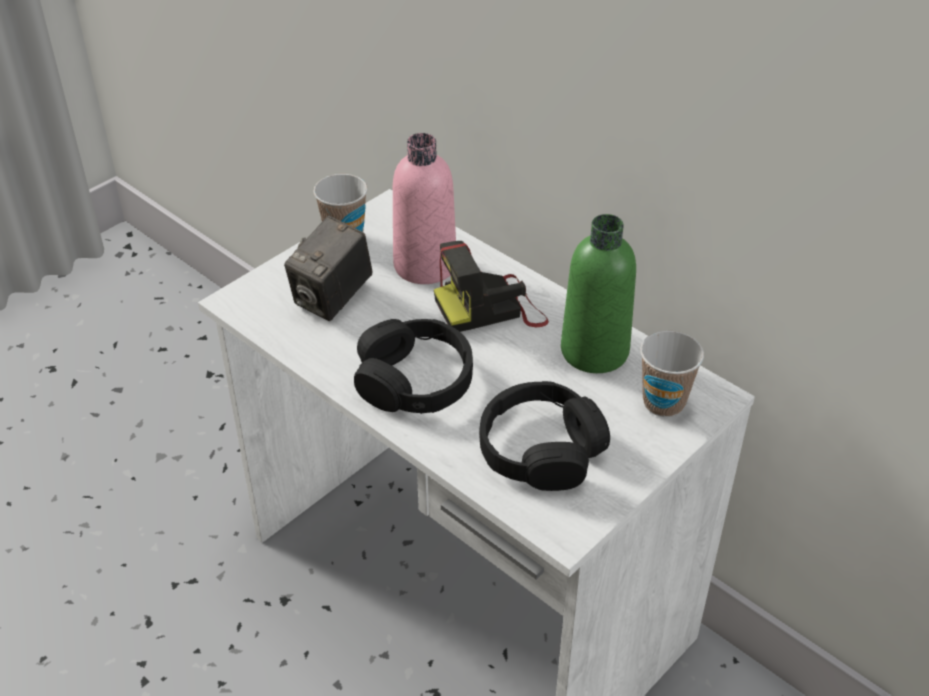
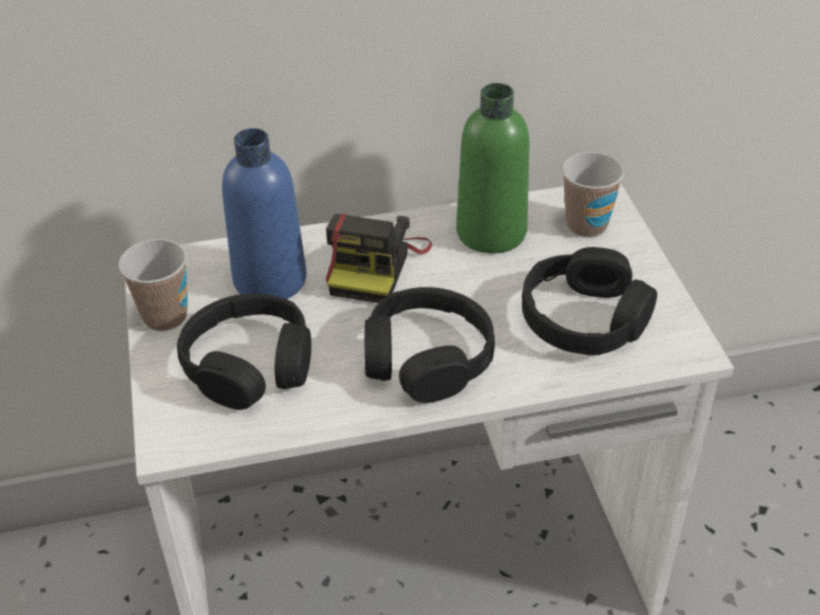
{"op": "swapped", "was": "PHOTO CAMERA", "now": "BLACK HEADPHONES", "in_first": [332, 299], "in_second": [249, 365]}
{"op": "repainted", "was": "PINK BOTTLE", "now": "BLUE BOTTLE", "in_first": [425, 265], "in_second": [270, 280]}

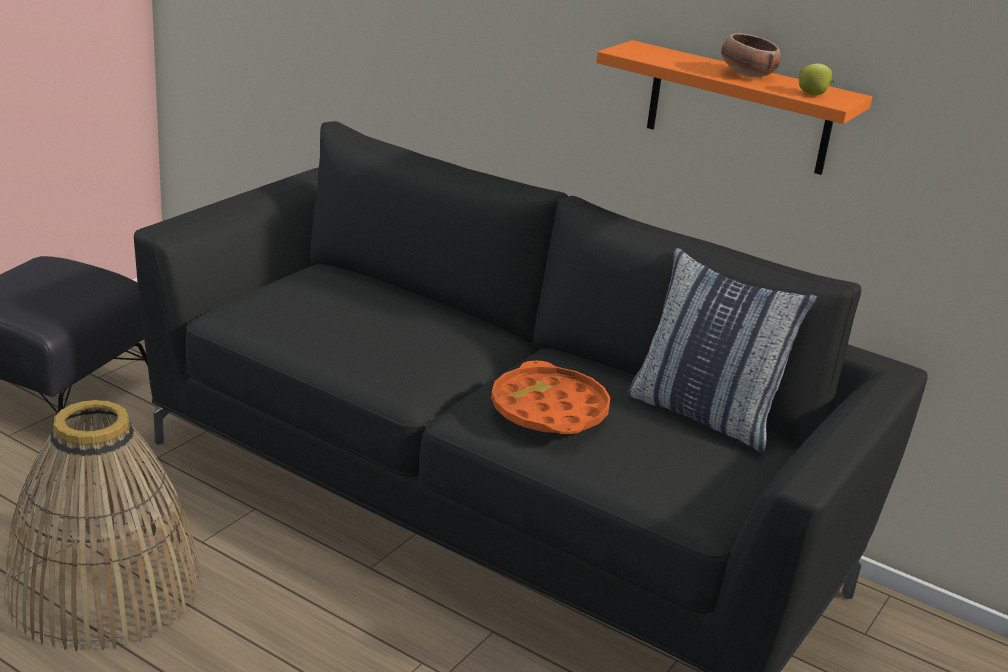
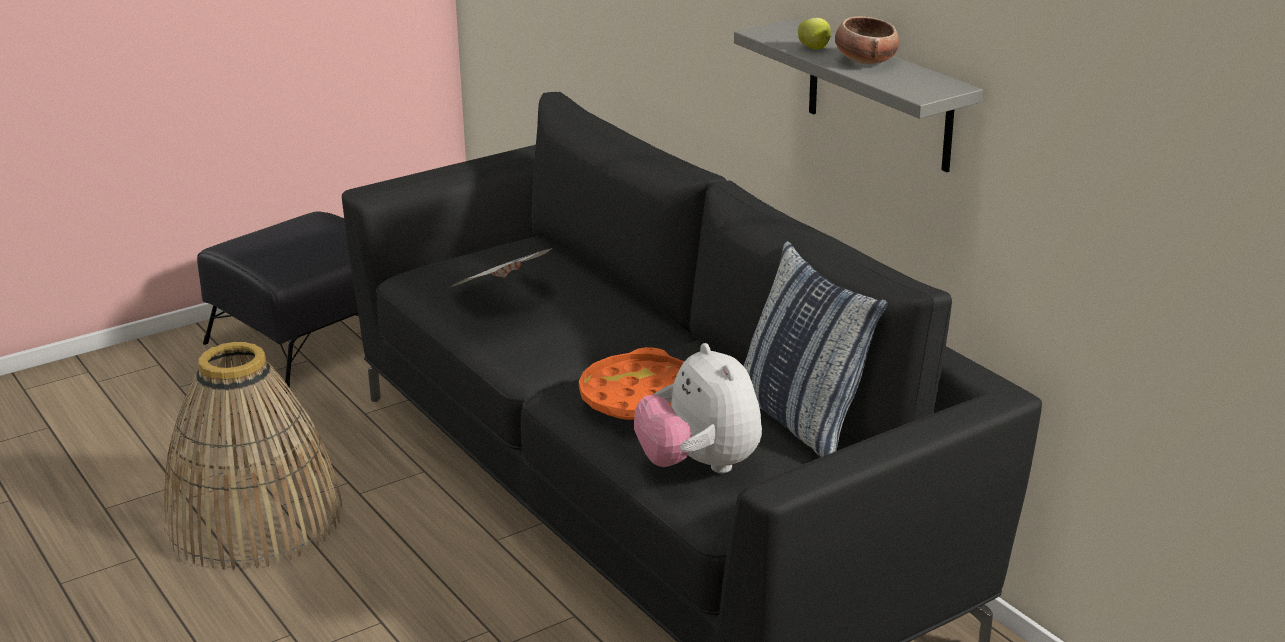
{"op": "new", "now": "NEWSPAPER", "in_second": [501, 294]}
{"op": "new", "now": "PLUSH TOY", "in_second": [699, 465]}
{"op": "shifted", "was": "APPLE", "in_first": [813, 94], "in_second": [815, 48]}
{"op": "repainted", "was": "ORANGE SHELF", "now": "GREY SHELF", "in_first": [739, 108], "in_second": [879, 96]}

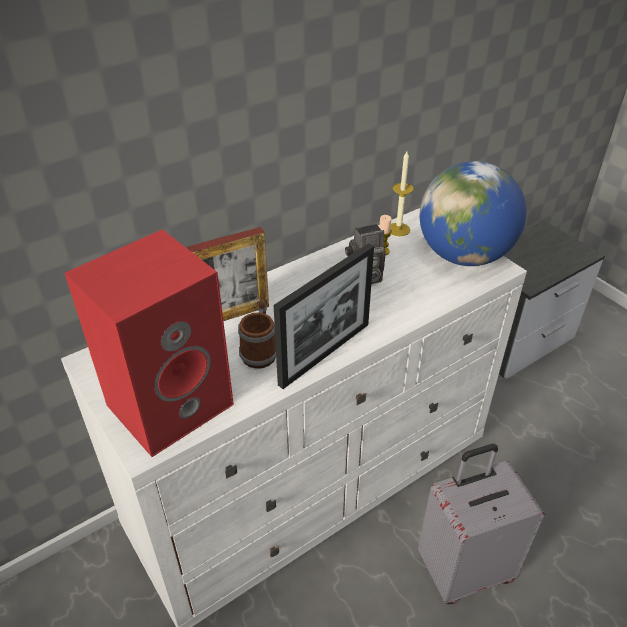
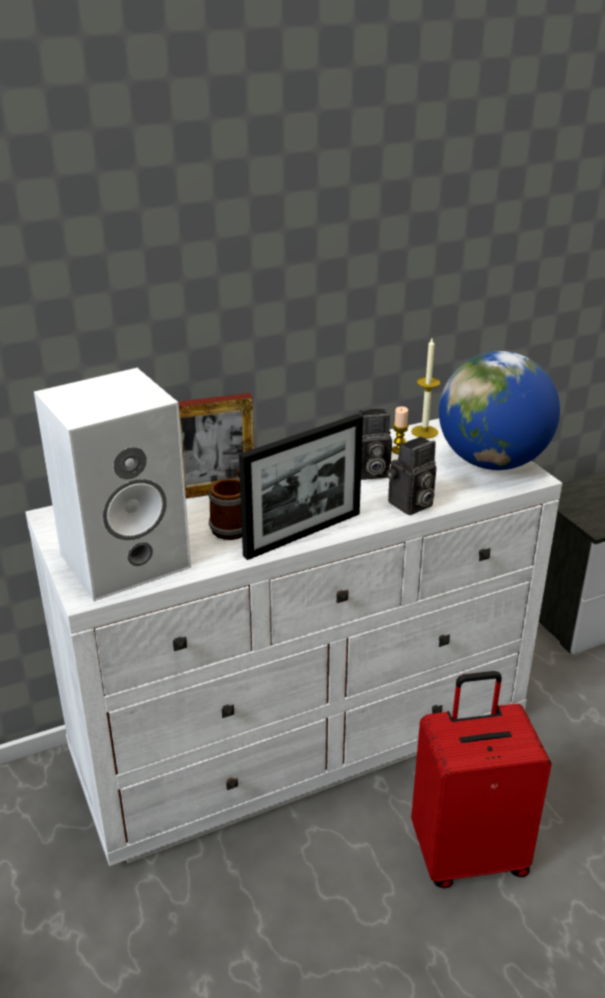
{"op": "new", "now": "PHOTO CAMERA", "in_second": [410, 505]}
{"op": "repainted", "was": "RED SPEAKER", "now": "WHITE SPEAKER", "in_first": [171, 402], "in_second": [127, 558]}
{"op": "repainted", "was": "GREY SUITCASE", "now": "RED SUITCASE", "in_first": [464, 568], "in_second": [468, 853]}

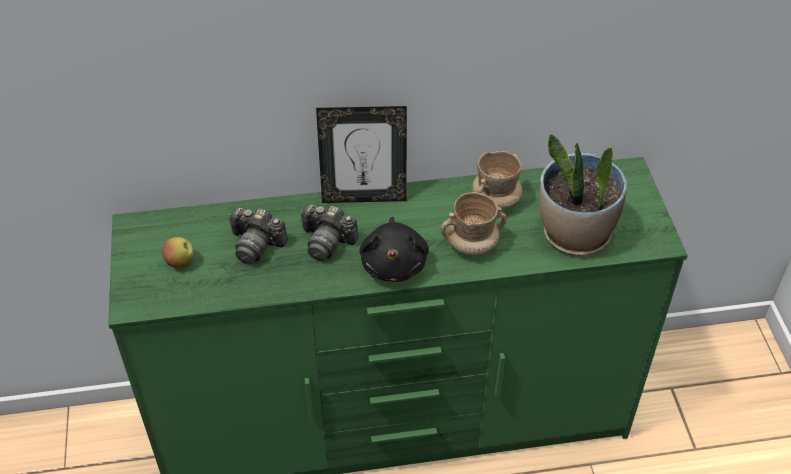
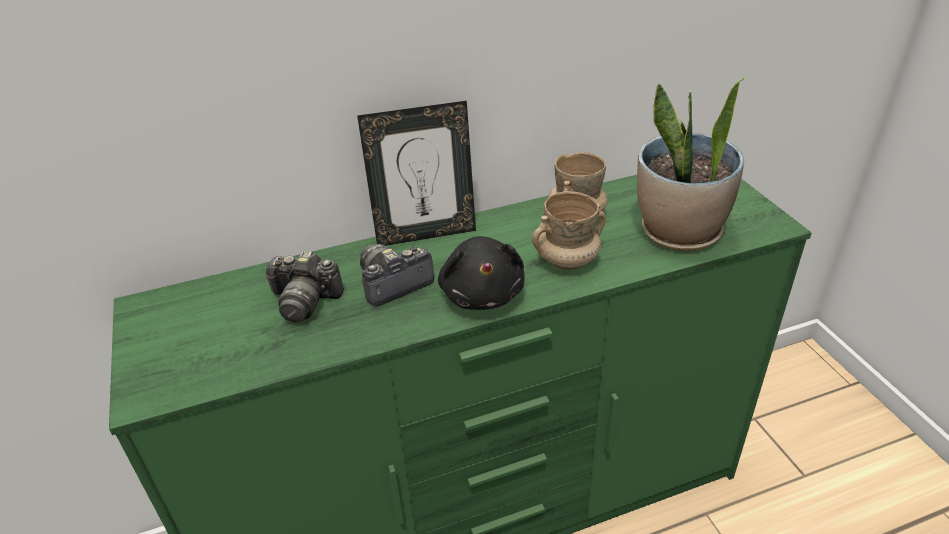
{"op": "gone", "was": "APPLE", "in_first": [180, 263]}
{"op": "rotated", "was": "PHOTO CAMERA", "in_first": [327, 241], "in_second": [393, 284], "clockwise": 135}

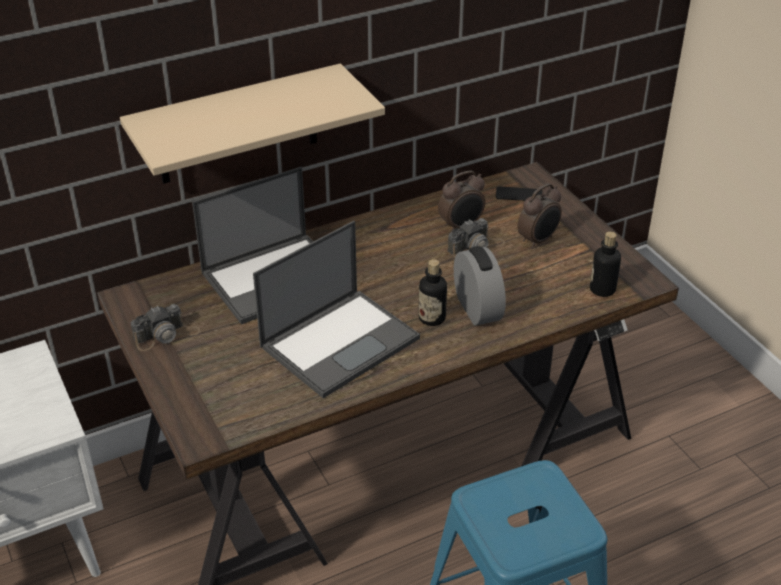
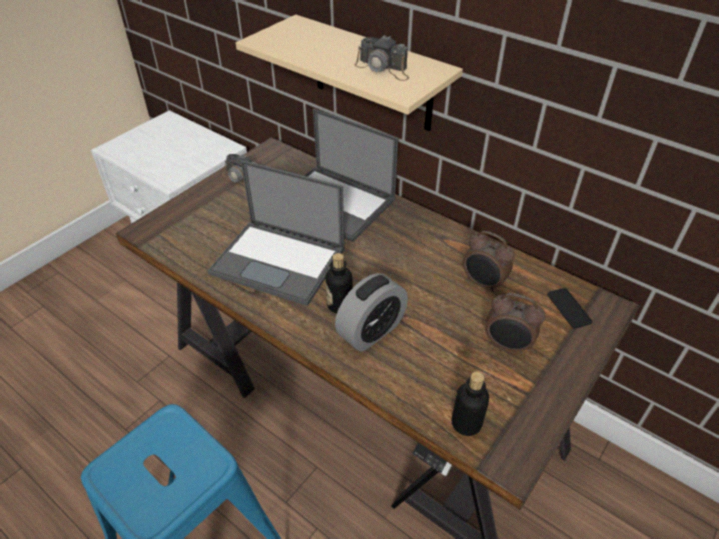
{"op": "shifted", "was": "PHOTO CAMERA", "in_first": [476, 247], "in_second": [383, 69]}

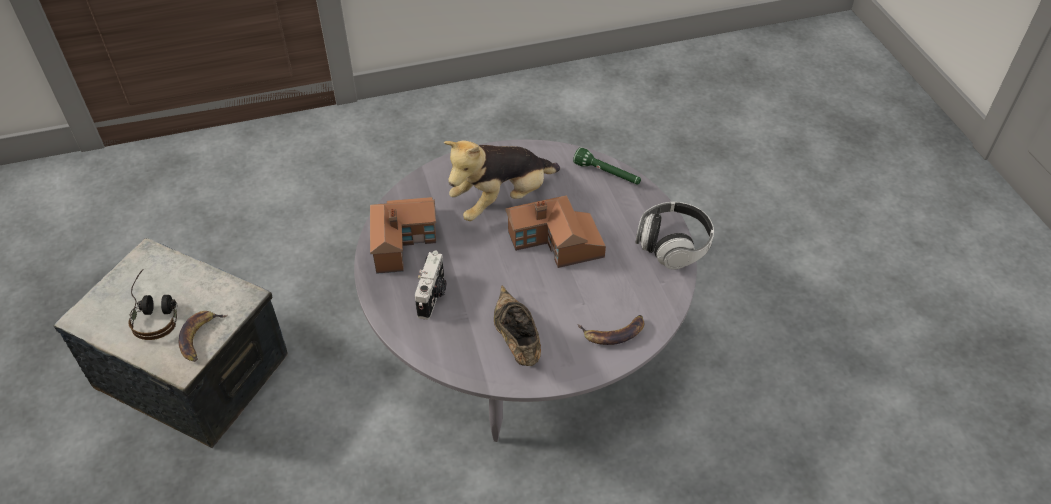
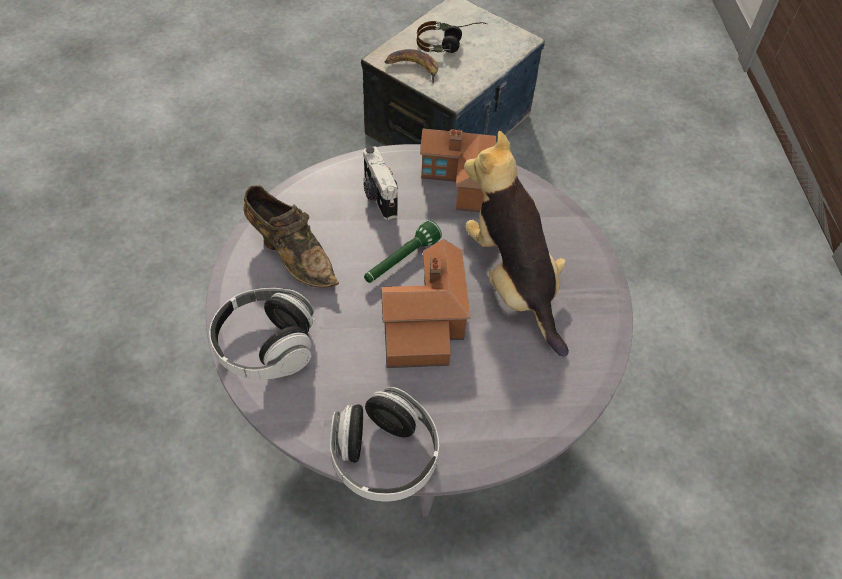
{"op": "shifted", "was": "GREEN FLASHLIGHT", "in_first": [607, 174], "in_second": [401, 261]}
{"op": "swapped", "was": "BANANA", "now": "HEADPHONES", "in_first": [613, 333], "in_second": [266, 346]}
{"op": "rotated", "was": "PHOTO CAMERA", "in_first": [433, 296], "in_second": [378, 196], "clockwise": 45}
{"op": "rotated", "was": "BROWN SHOE", "in_first": [516, 341], "in_second": [291, 254], "clockwise": 45}

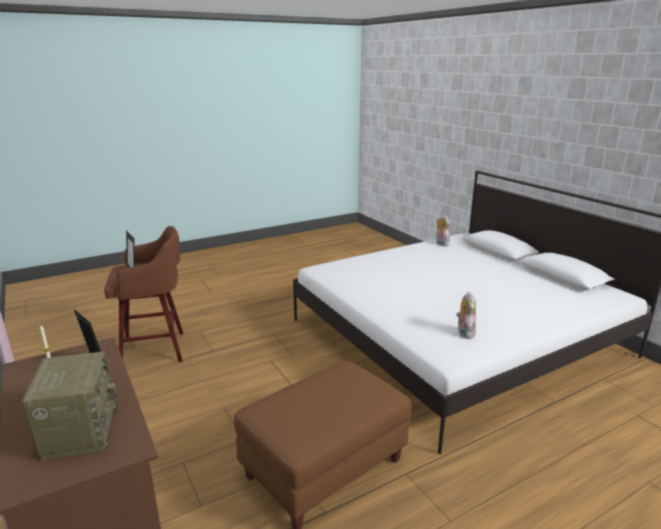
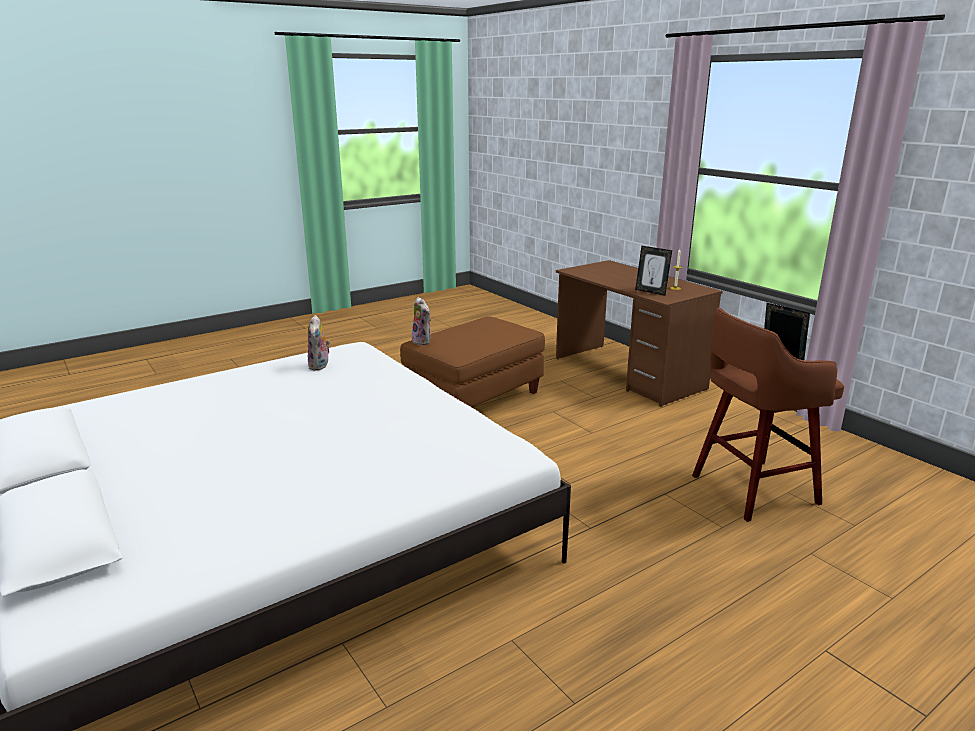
{"op": "gone", "was": "RADIO", "in_first": [79, 430]}
{"op": "shifted", "was": "PLUSH TOY", "in_first": [441, 244], "in_second": [423, 341]}

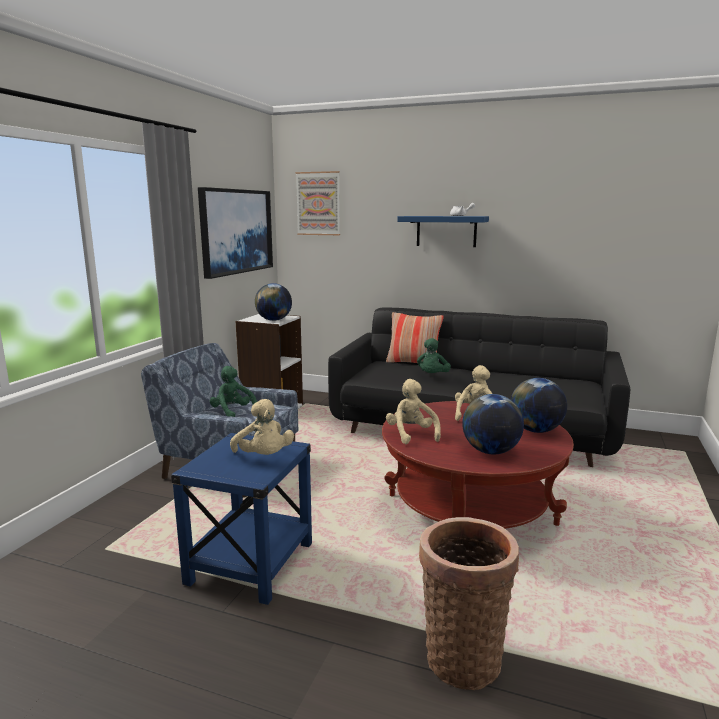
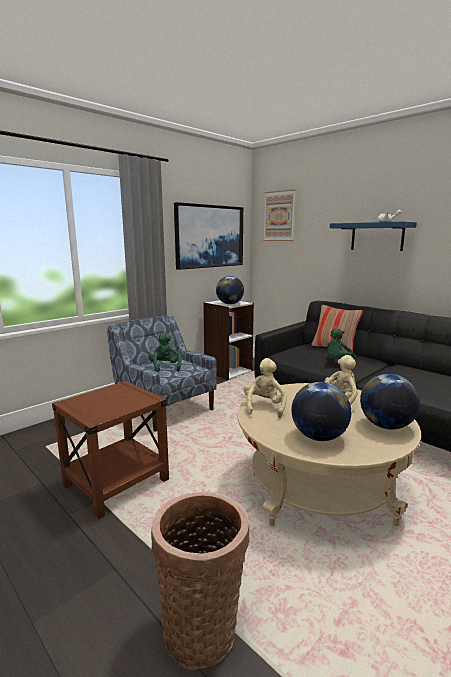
{"op": "gone", "was": "BEIGE PLUSH TOY", "in_first": [263, 457]}
{"op": "repainted", "was": "BLUE SIDE TABLE", "now": "BROWN SIDE TABLE", "in_first": [251, 563], "in_second": [117, 482]}
{"op": "repainted", "was": "RED COFFEE TABLE", "now": "BEIGE COFFEE TABLE", "in_first": [470, 510], "in_second": [319, 486]}

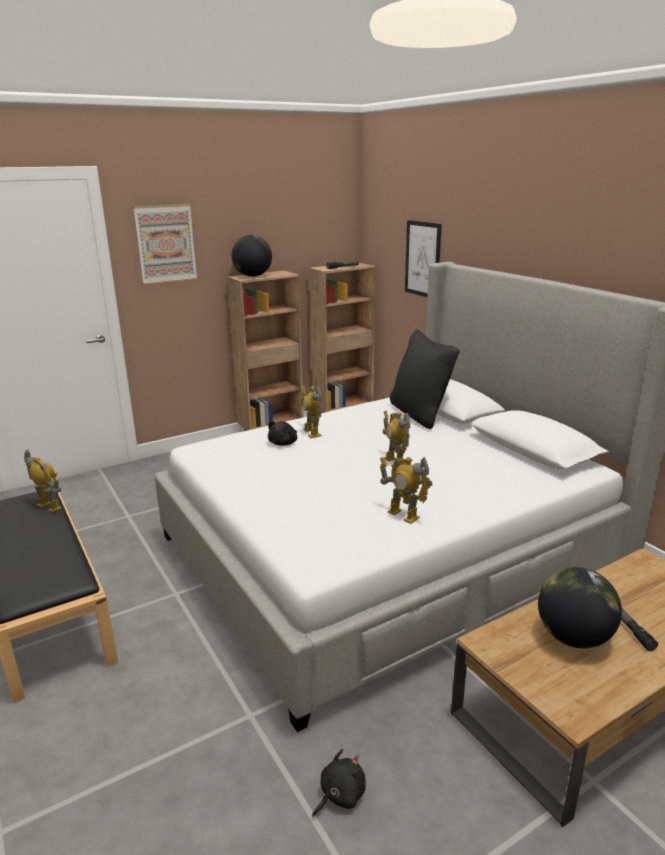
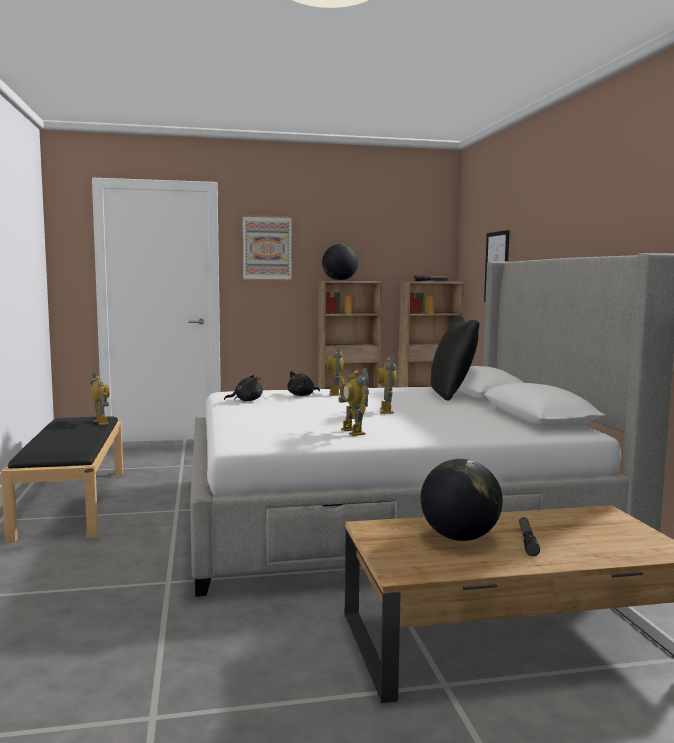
{"op": "shifted", "was": "BLACK PLUSH TOY", "in_first": [340, 795], "in_second": [246, 400]}

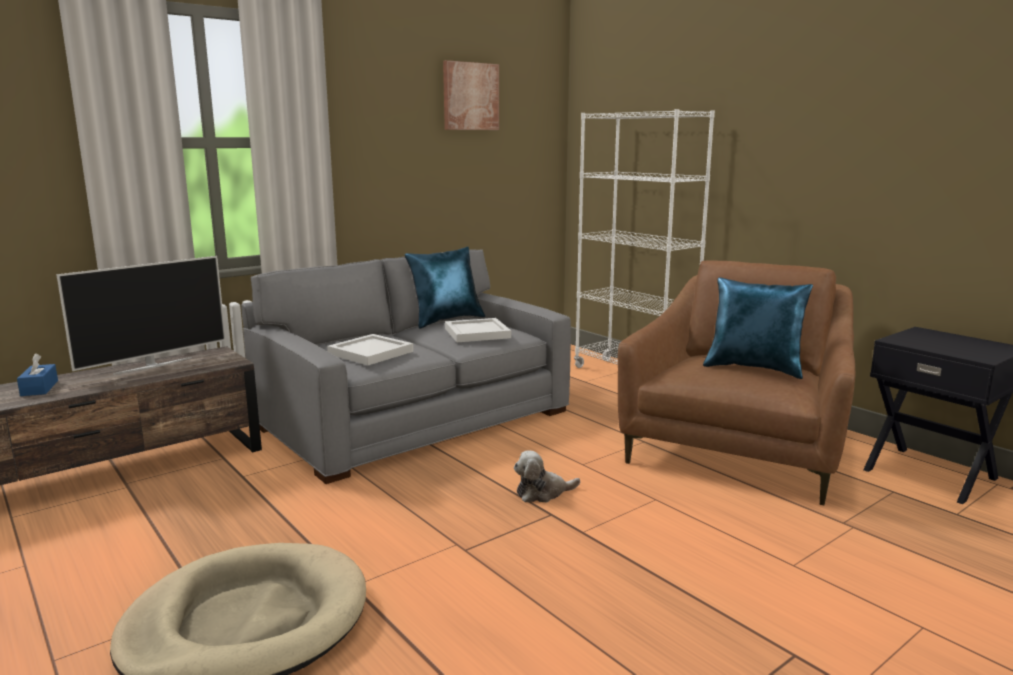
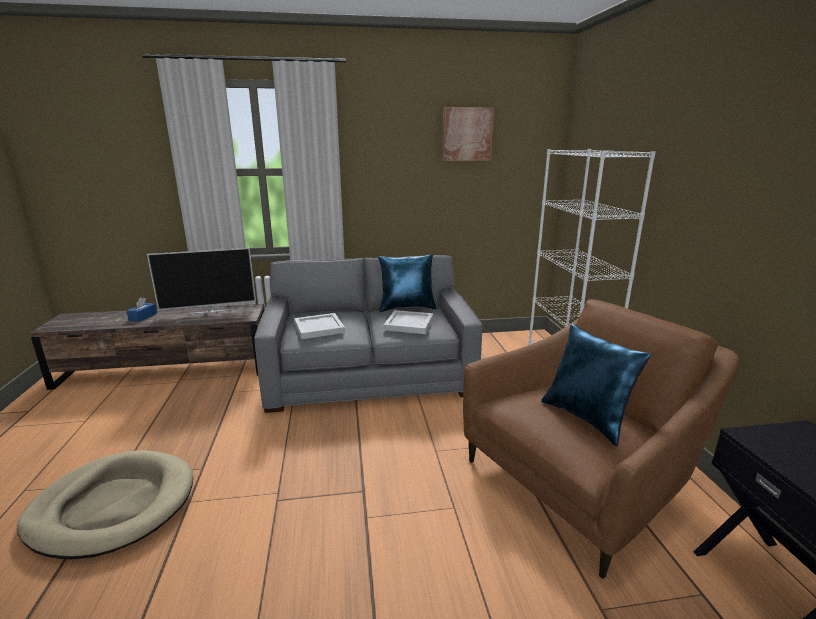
{"op": "gone", "was": "PLUSH TOY", "in_first": [542, 493]}

